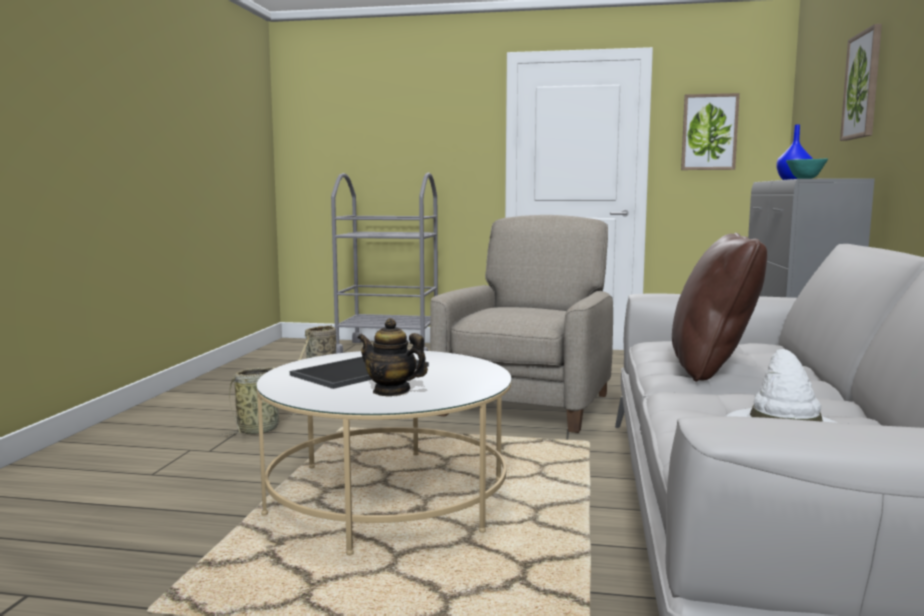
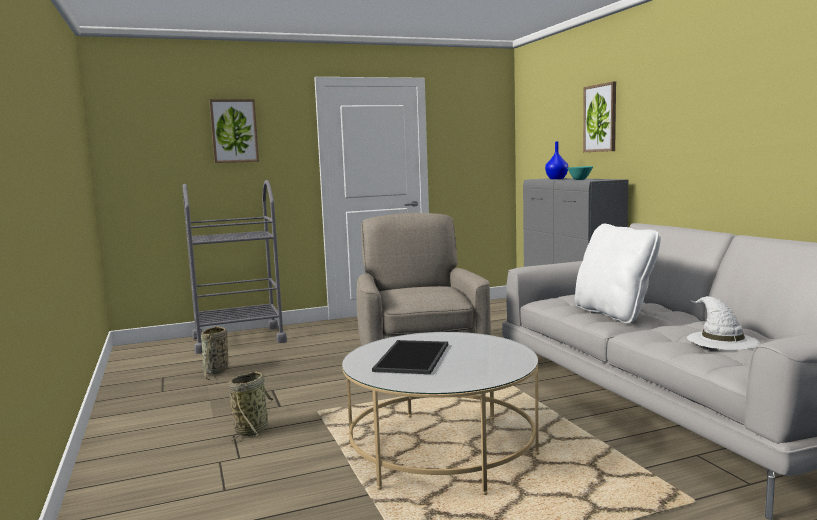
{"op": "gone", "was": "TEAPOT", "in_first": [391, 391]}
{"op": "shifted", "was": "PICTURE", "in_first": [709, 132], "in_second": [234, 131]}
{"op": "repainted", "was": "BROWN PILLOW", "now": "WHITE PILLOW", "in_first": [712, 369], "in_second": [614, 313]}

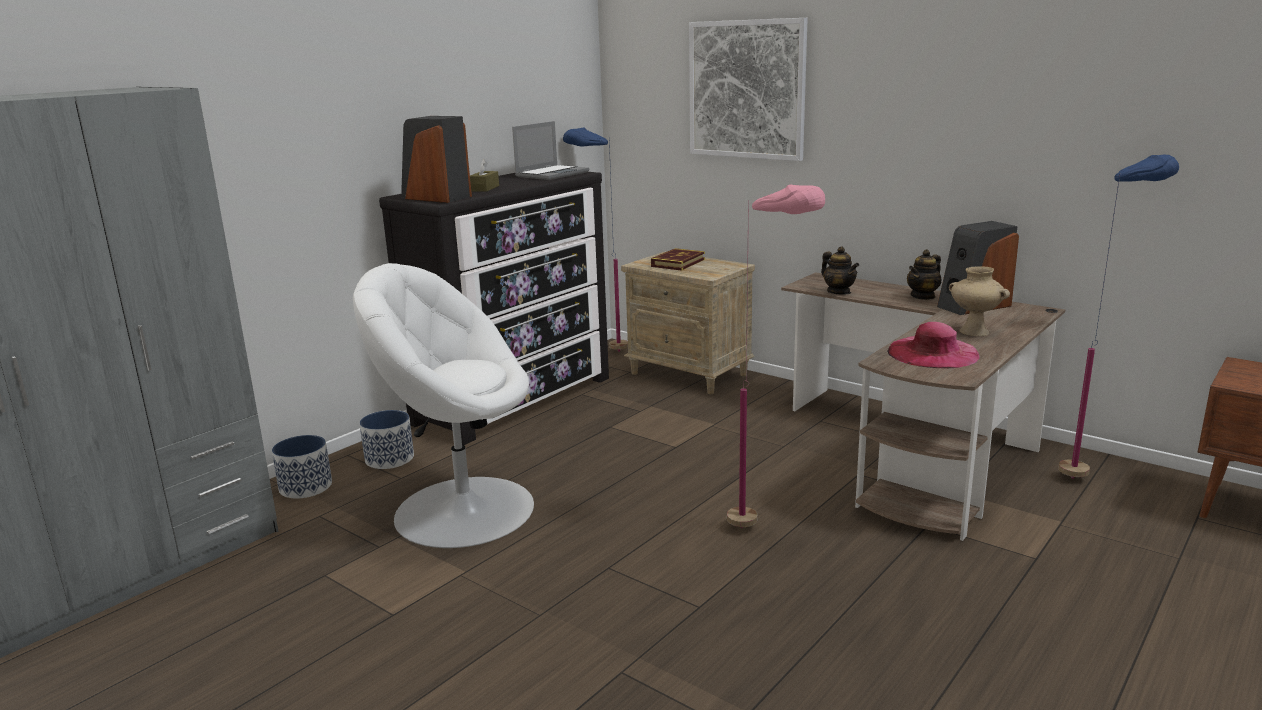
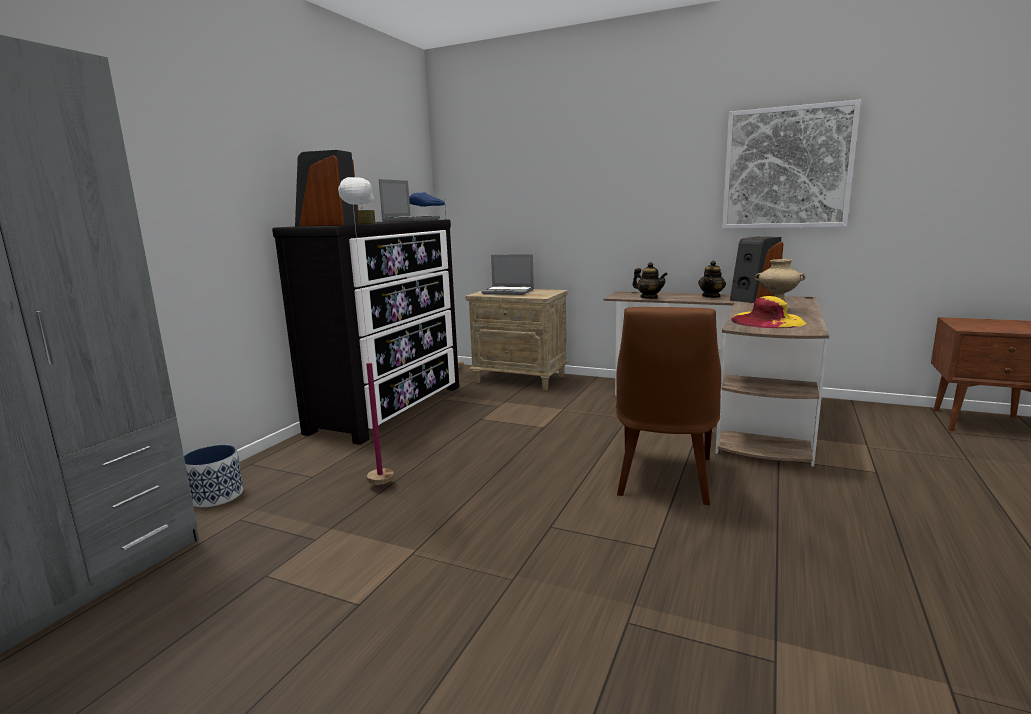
{"op": "gone", "was": "PLANTER", "in_first": [390, 459]}
{"op": "gone", "was": "BLUE FLOOR LAMP", "in_first": [1092, 474]}
{"op": "shifted", "was": "PICTURE", "in_first": [746, 89], "in_second": [786, 168]}
{"op": "swapped", "was": "WHITE ARMCHAIR", "now": "WHITE FLOOR LAMP", "in_first": [462, 510], "in_second": [385, 496]}
{"op": "swapped", "was": "BOOK", "now": "LAPTOP", "in_first": [678, 263], "in_second": [509, 292]}
{"op": "swapped", "was": "PINK FLOOR LAMP", "now": "BROWN CHAIR", "in_first": [768, 531], "in_second": [663, 478]}
{"op": "repainted", "was": "PINK HAT", "now": "YELLOW HAT", "in_first": [933, 353], "in_second": [767, 321]}

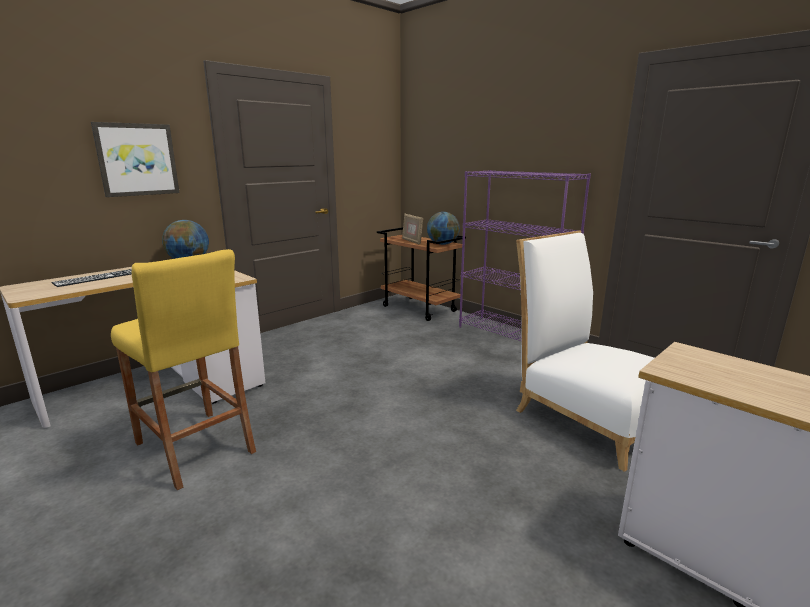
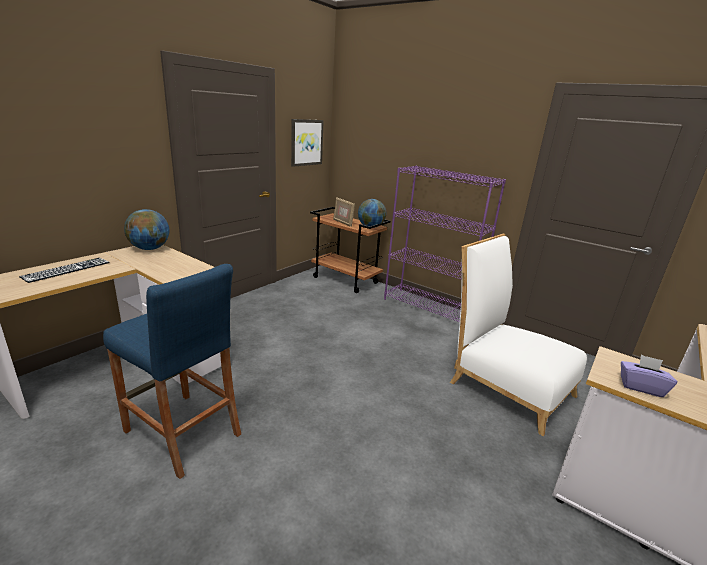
{"op": "new", "now": "PURPLE TISSUE BOX", "in_second": [640, 387]}
{"op": "shifted", "was": "PICTURE", "in_first": [137, 159], "in_second": [306, 142]}
{"op": "repainted", "was": "YELLOW STOOL", "now": "BLUE STOOL", "in_first": [194, 447], "in_second": [182, 432]}

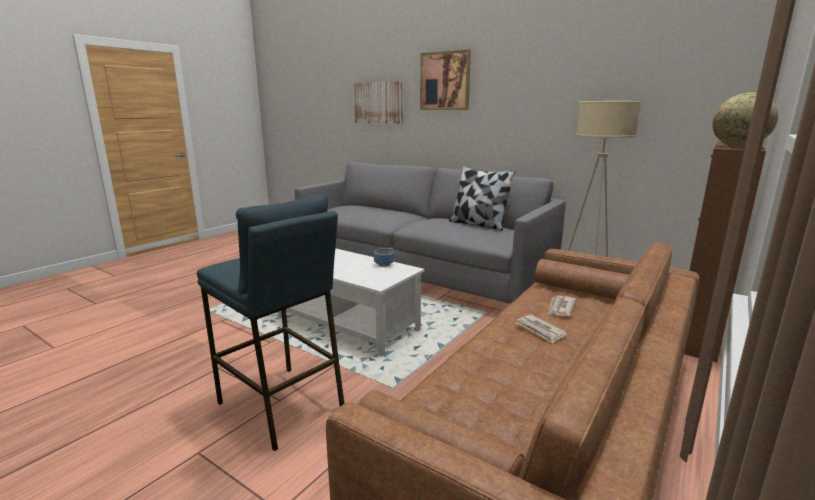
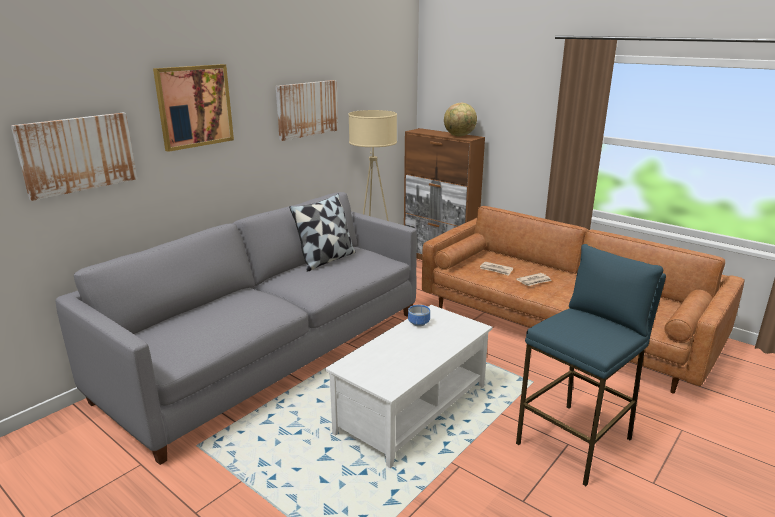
{"op": "new", "now": "PICTURE", "in_second": [307, 109]}

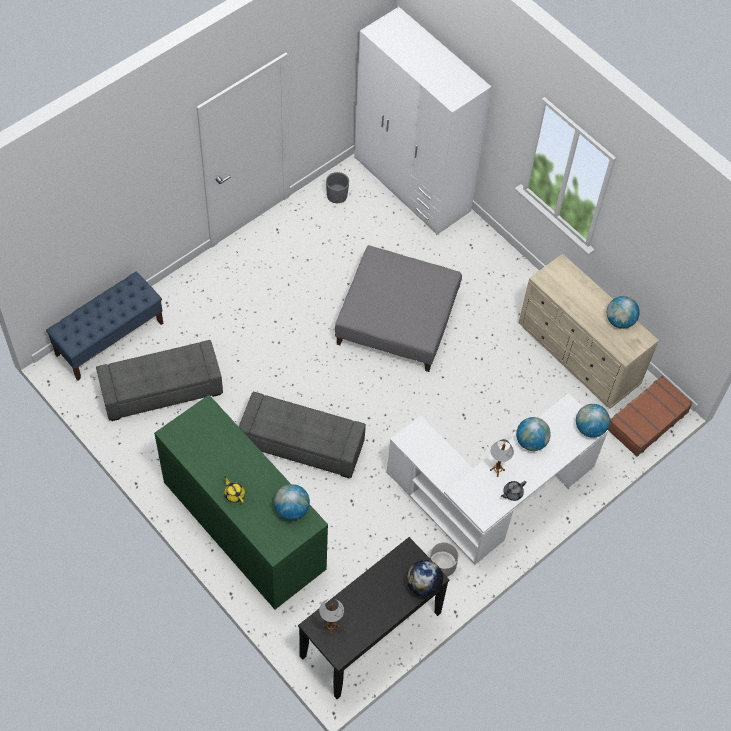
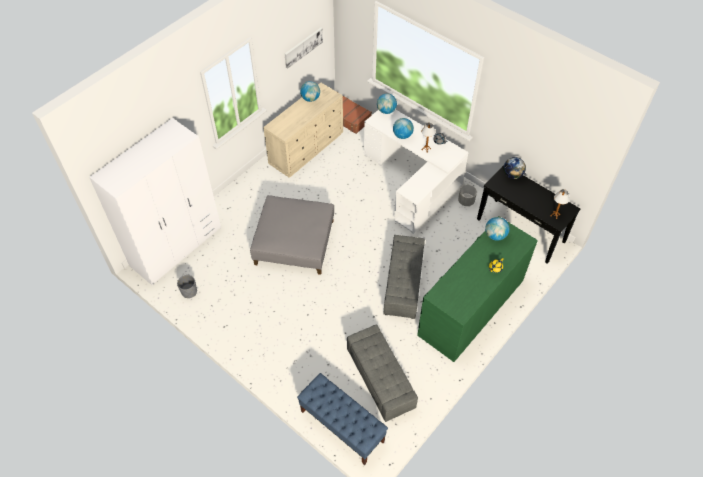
{"op": "new", "now": "PICTURE", "in_second": [303, 47]}

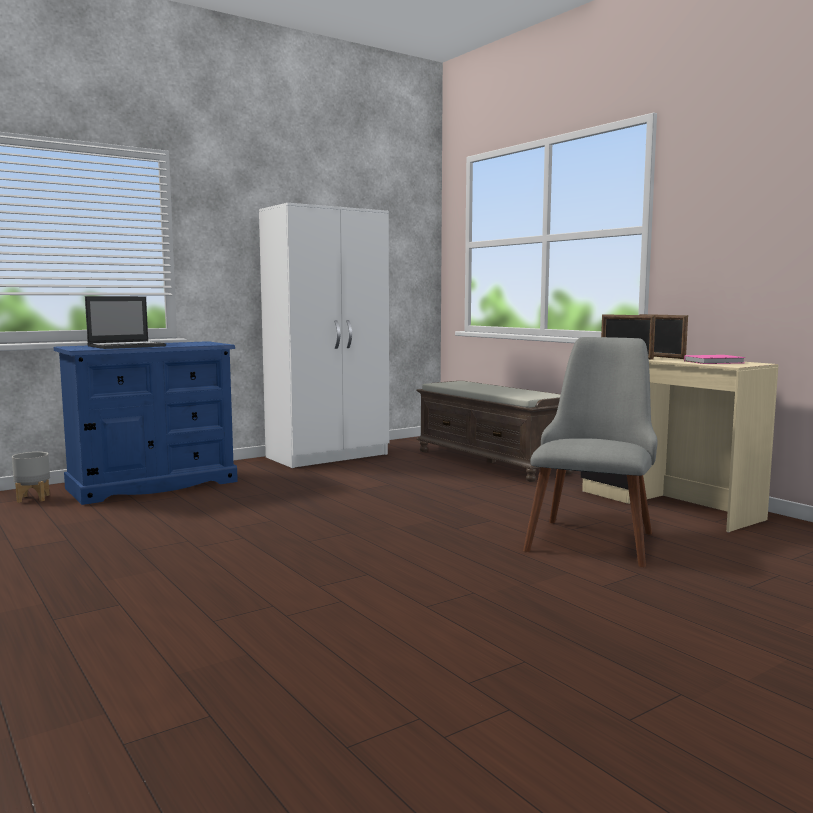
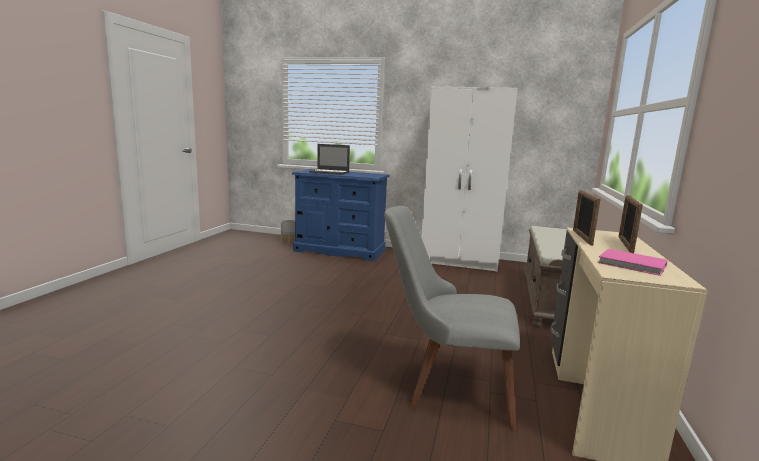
{"op": "rotated", "was": "GREY CHAIR", "in_first": [594, 536], "in_second": [446, 386], "clockwise": -150}

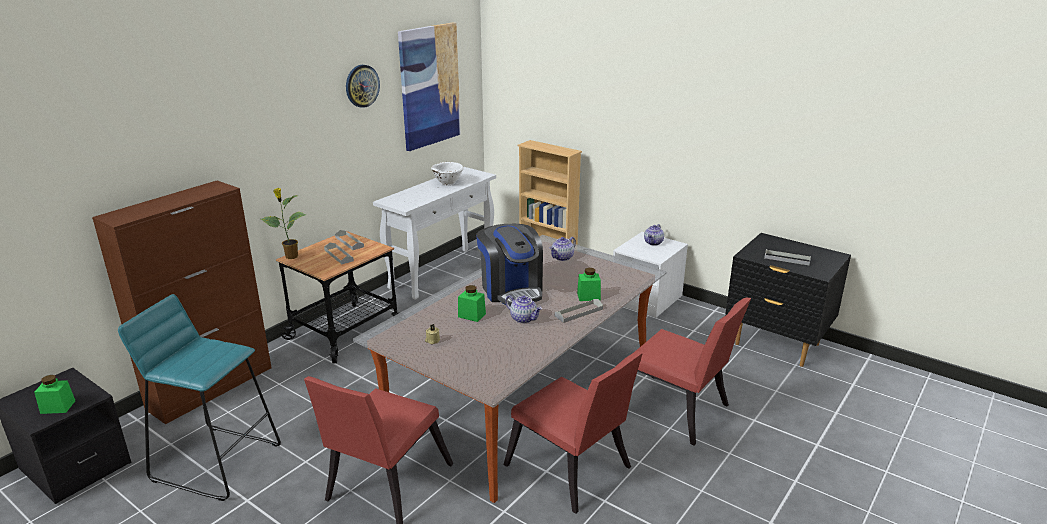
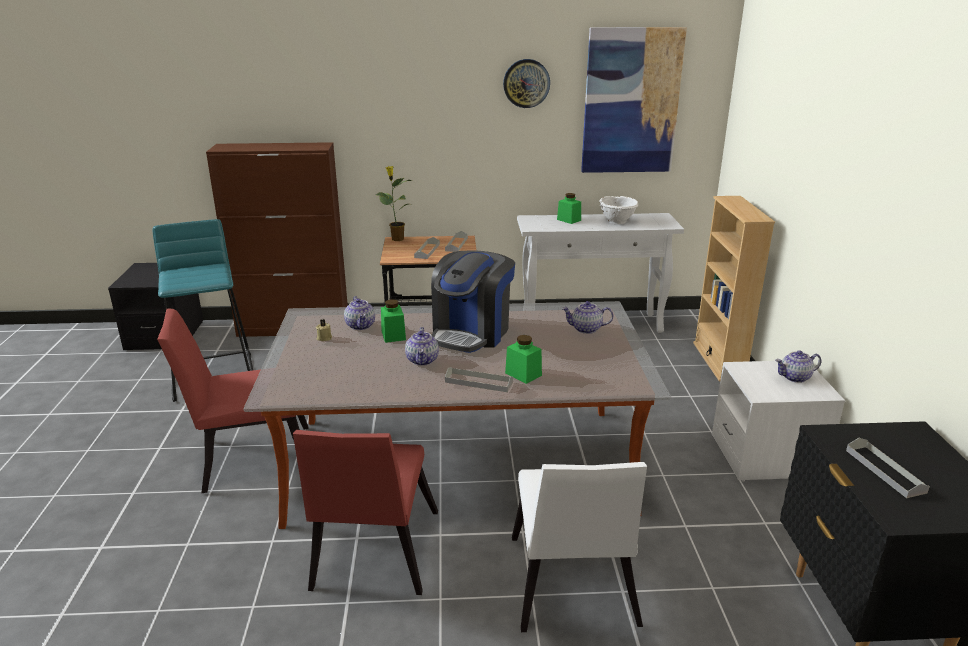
{"op": "new", "now": "TEAPOT", "in_second": [361, 326]}
{"op": "shifted", "was": "GREEN JAR", "in_first": [58, 407], "in_second": [569, 220]}
{"op": "repainted", "was": "RED CHAIR", "now": "WHITE CHAIR", "in_first": [678, 412], "in_second": [571, 588]}

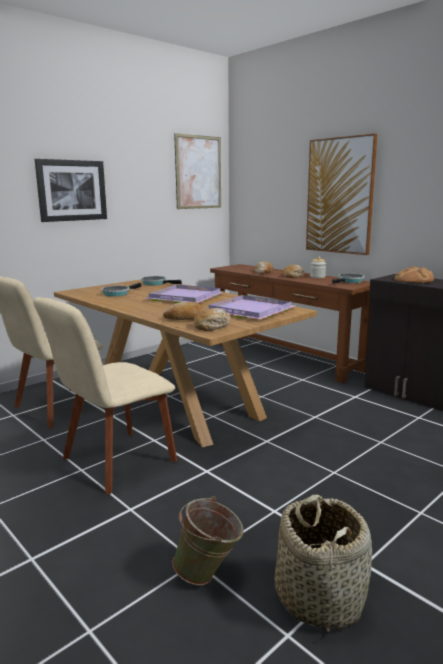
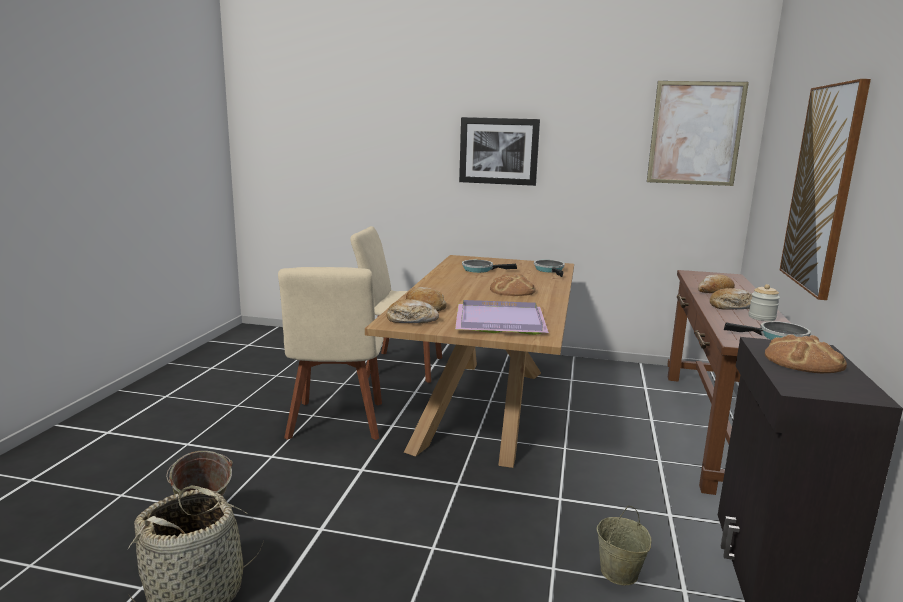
{"op": "new", "now": "BEIGE BUCKET", "in_second": [619, 573]}
{"op": "swapped", "was": "PURPLE TRAY", "now": "BREAD", "in_first": [187, 297], "in_second": [512, 290]}
{"op": "rotated", "was": "BEIGE CHAIR", "in_first": [114, 462], "in_second": [336, 423], "clockwise": -105}

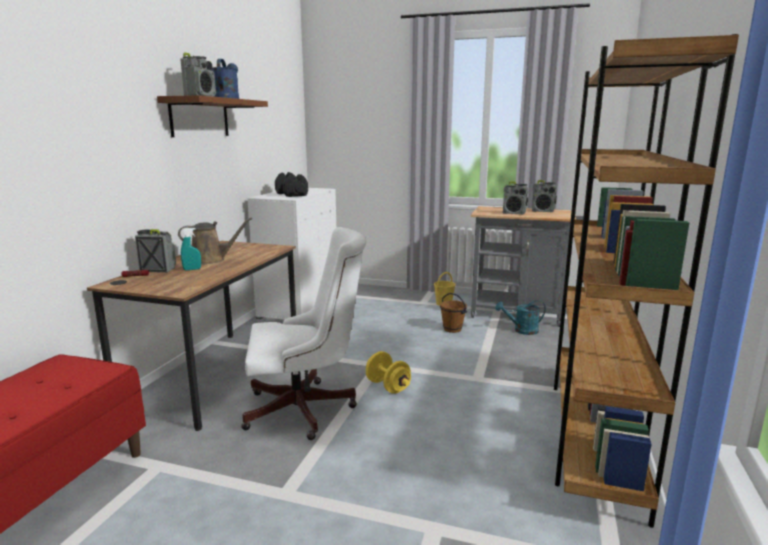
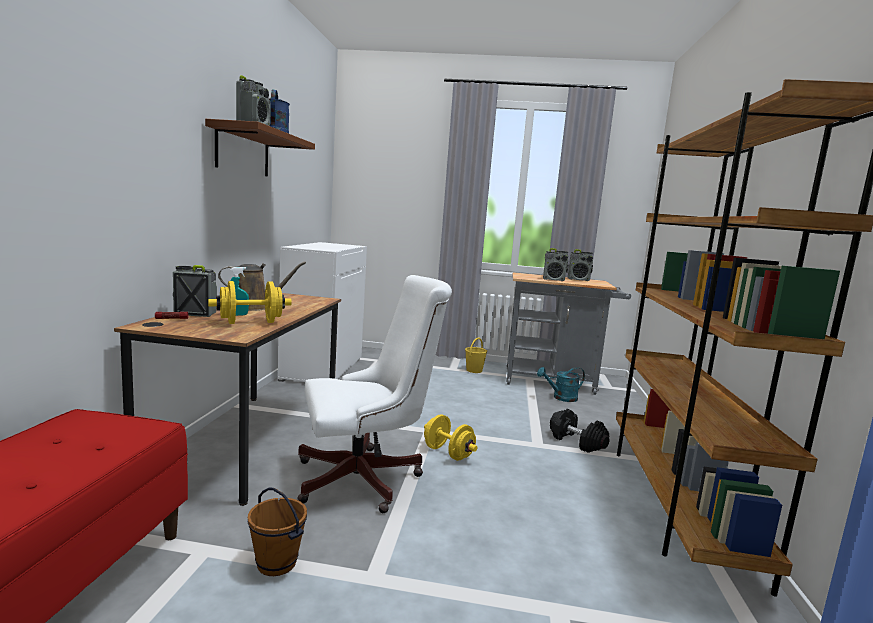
{"op": "new", "now": "YELLOW DUMBBELL", "in_second": [250, 322]}
{"op": "shifted", "was": "BLACK DUMBBELL", "in_first": [291, 194], "in_second": [576, 442]}
{"op": "shifted", "was": "BROWN BUCKET", "in_first": [452, 329], "in_second": [277, 563]}

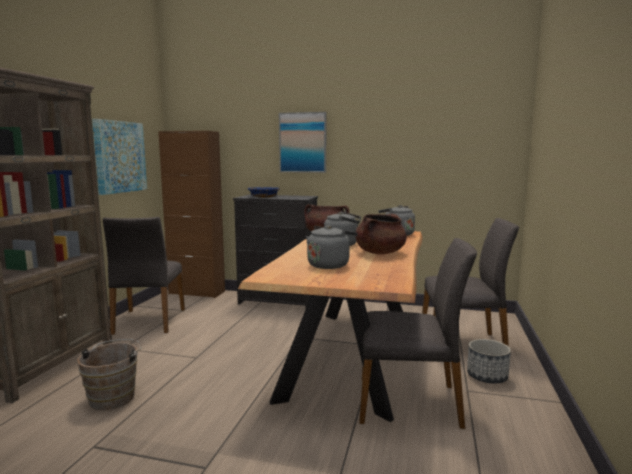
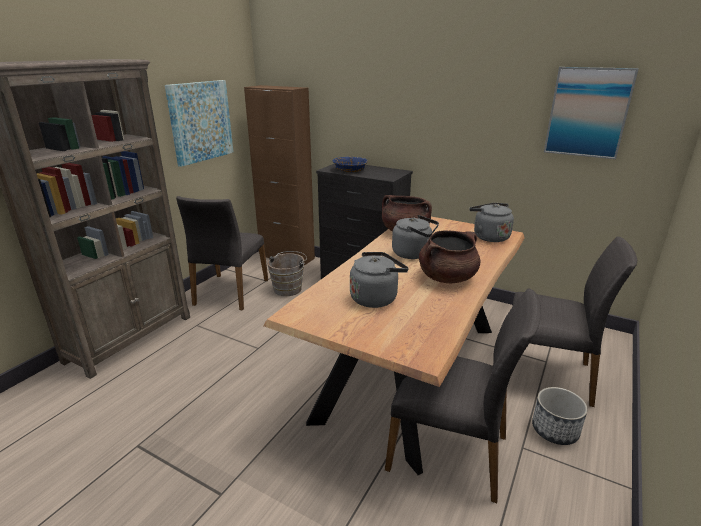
{"op": "shifted", "was": "BROWN BUCKET", "in_first": [114, 396], "in_second": [289, 288]}
{"op": "shifted", "was": "PICTURE", "in_first": [303, 142], "in_second": [588, 112]}

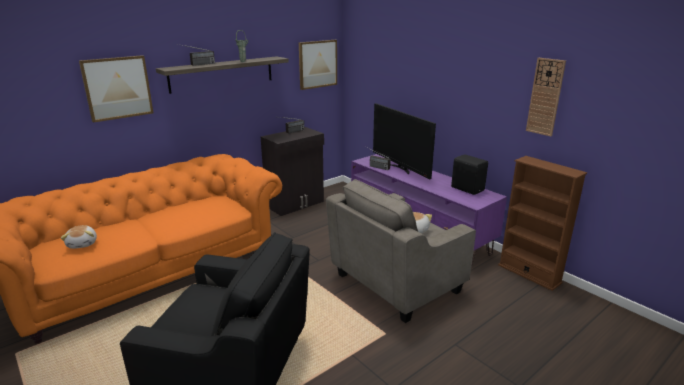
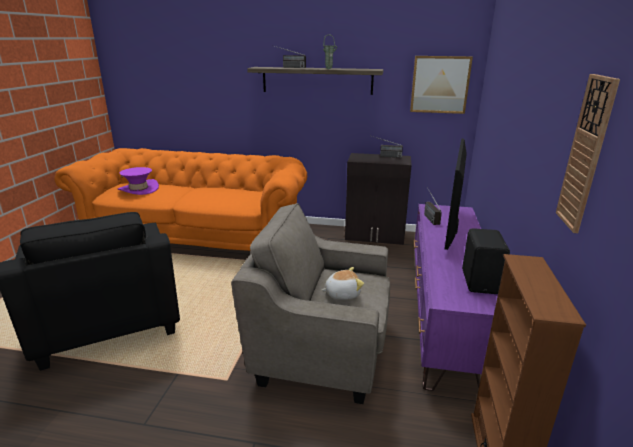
{"op": "gone", "was": "PICTURE", "in_first": [117, 88]}
{"op": "swapped", "was": "PLUSH TOY", "now": "PURPLE HAT", "in_first": [83, 244], "in_second": [138, 189]}

